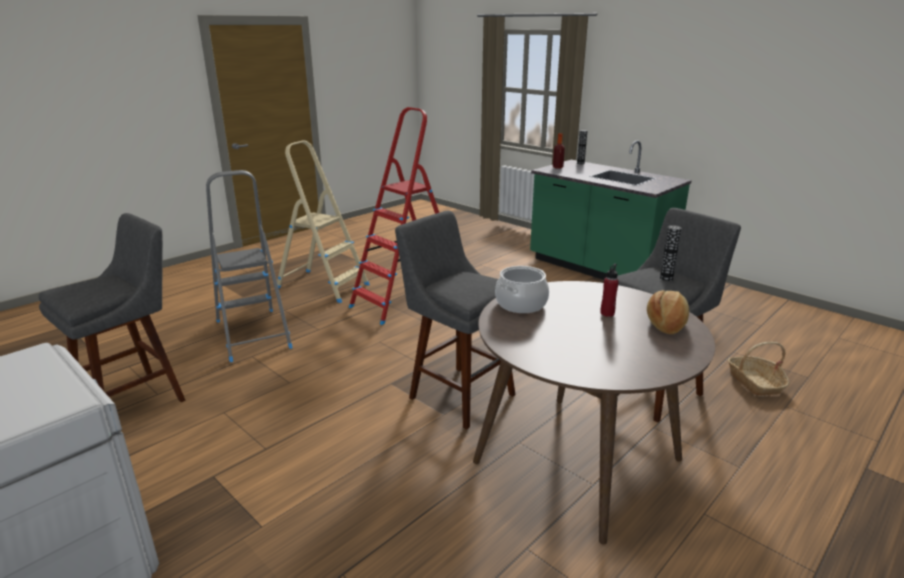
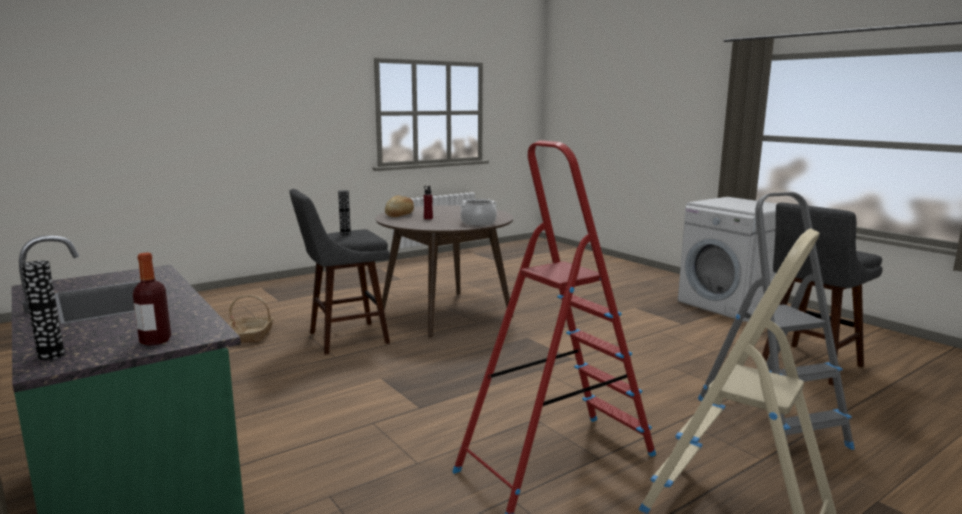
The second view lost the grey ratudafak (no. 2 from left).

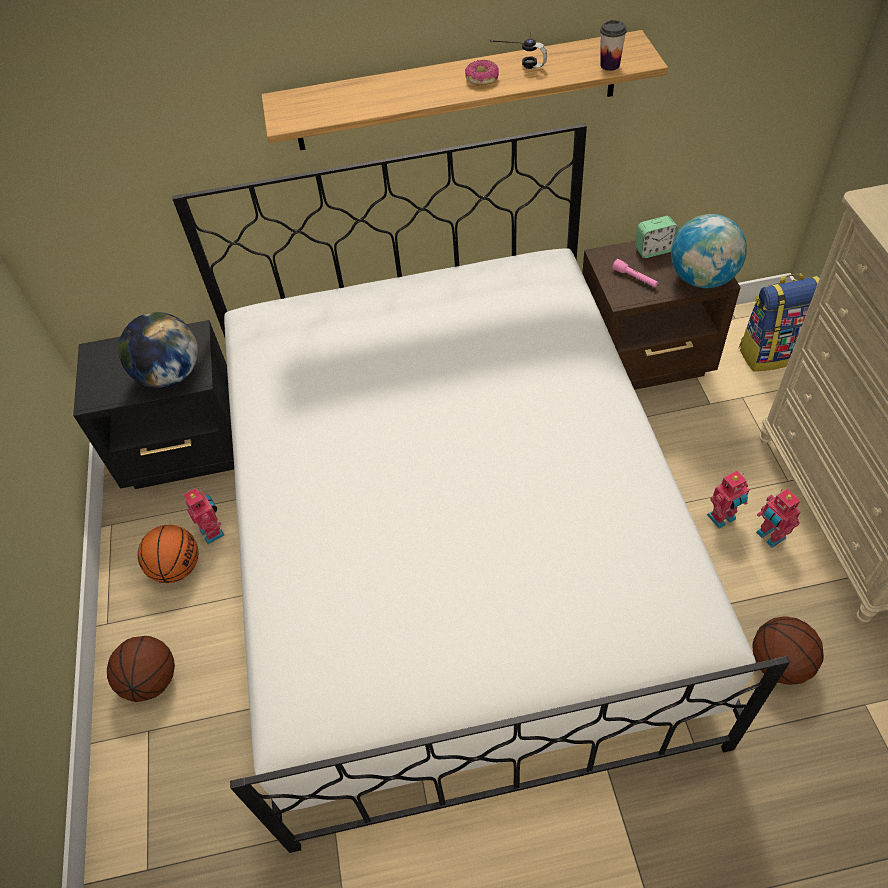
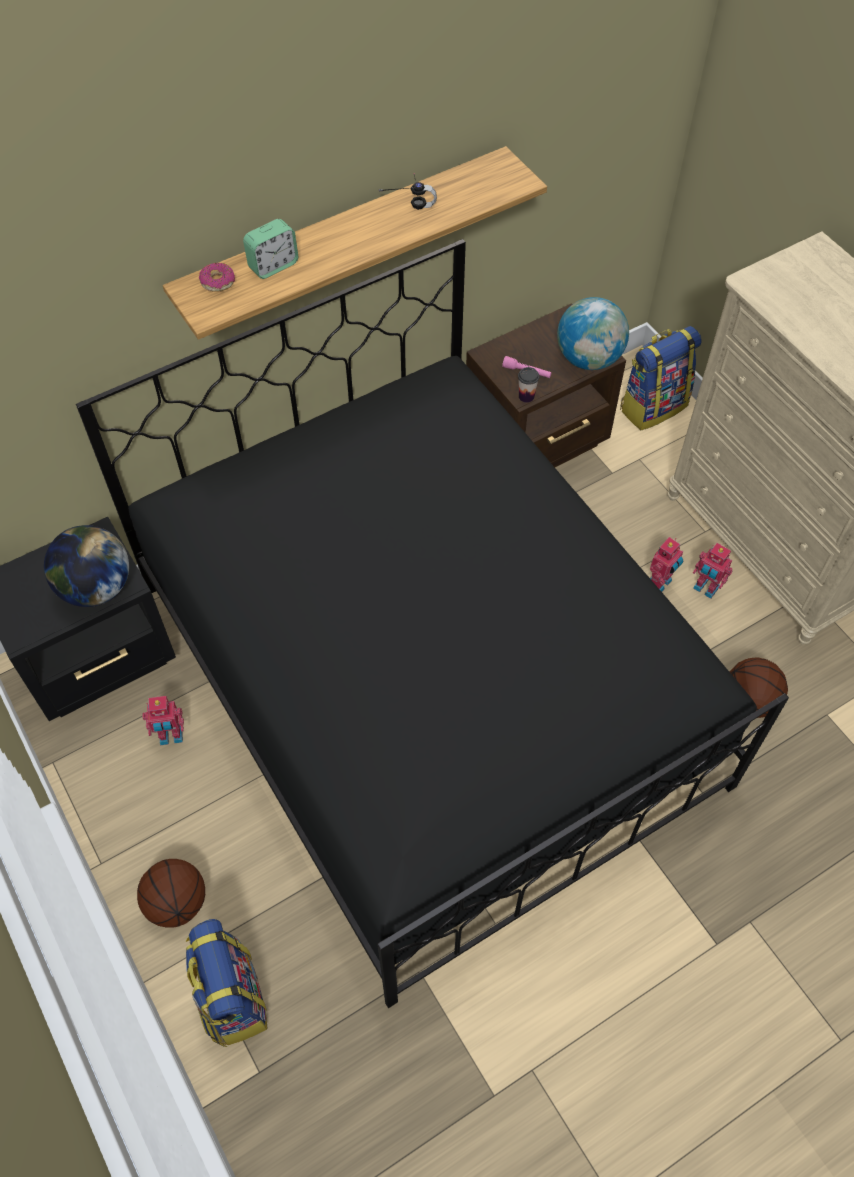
The second view lost the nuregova (no. 2 from left).
What was the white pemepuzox turned into the black pemepuzox.
The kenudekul (no. 1 from left) ended up facing another way, 135 degrees clockwise from before.
The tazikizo ended up elsewhere.
The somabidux ended up elsewhere.
The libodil ended up elsewhere.
The second view gained the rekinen (no. 1 from left).

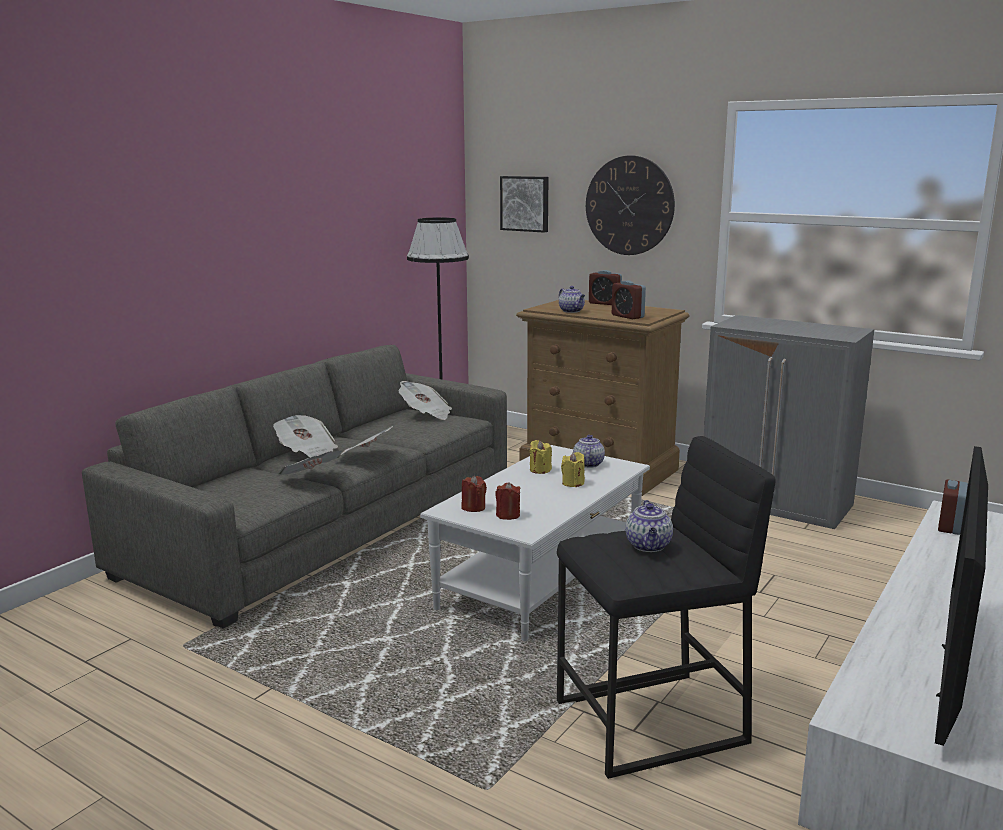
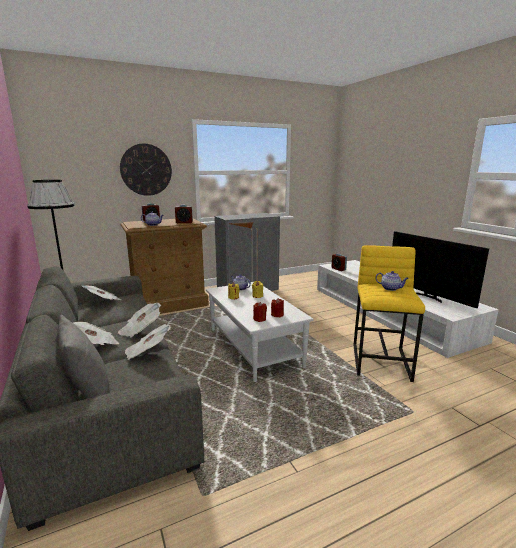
The second view lost the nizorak.
What was the black ratudafak turned into the yellow ratudafak.
The second view gained the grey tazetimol.

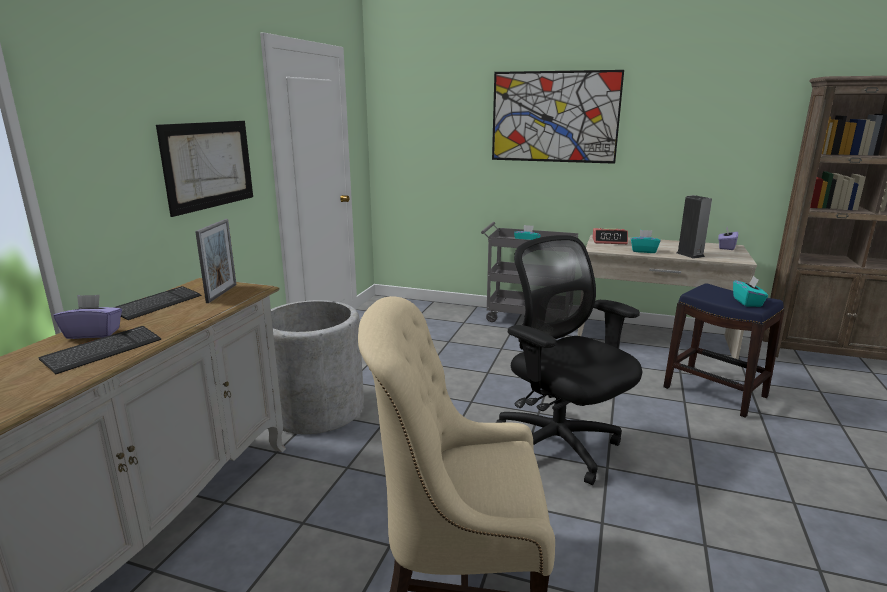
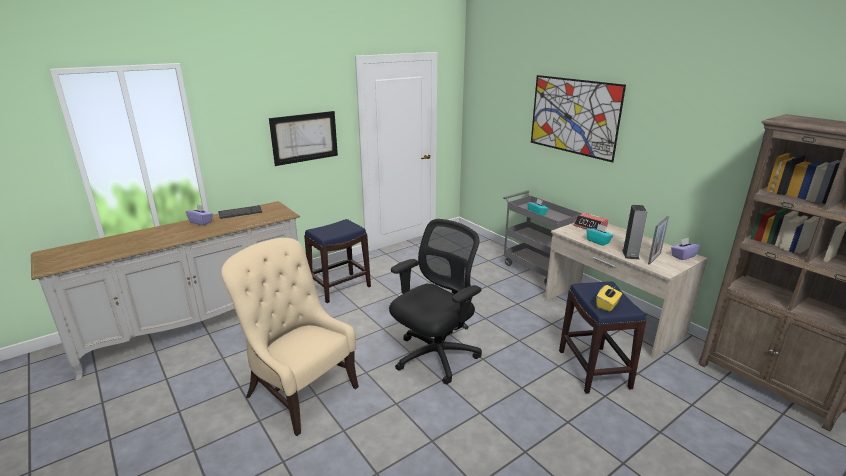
The second view lost the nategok (no. 1 from left).
The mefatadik ended up elsewhere.
Where the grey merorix stood, the ratudafak (no. 1 from left) came to stand.
The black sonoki ended up facing another way, 45 degrees clockwise from before.
What was the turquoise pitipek (no. 3 from left) turned into the yellow pitipek.

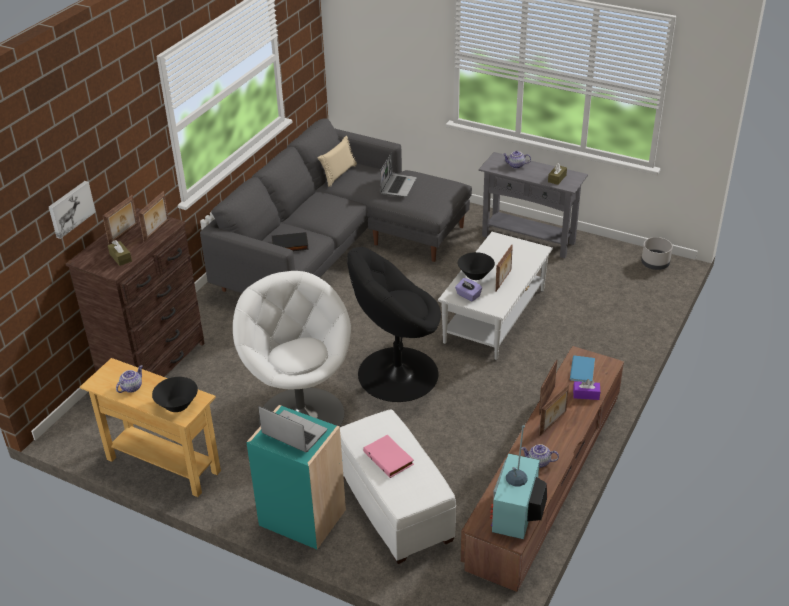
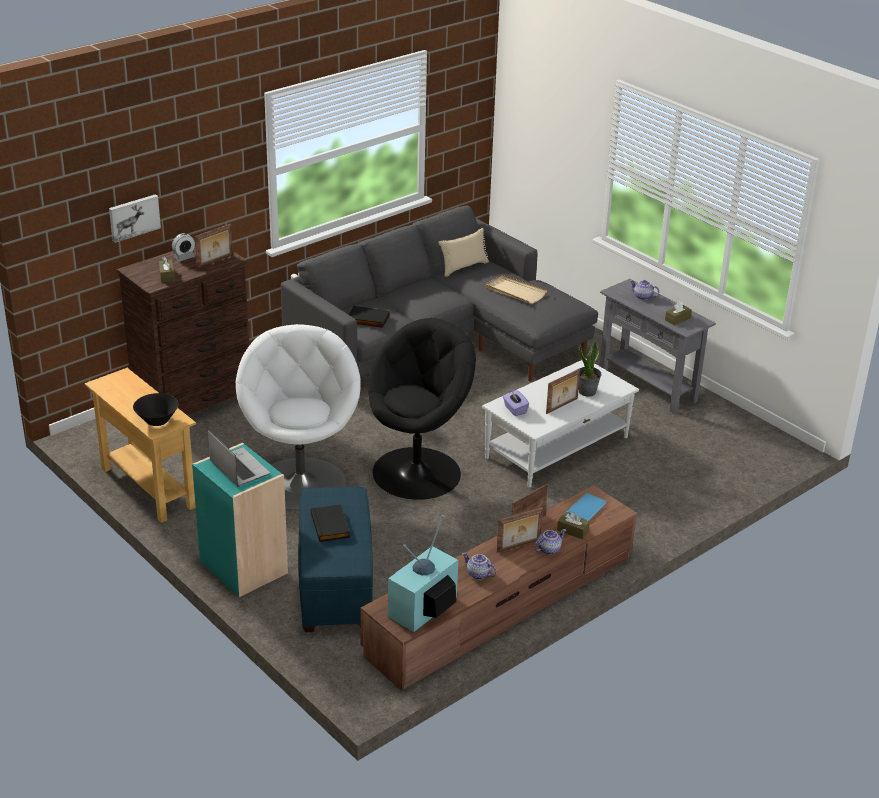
Where the mefatadik (no. 1 from left) stood, the libodil came to stand.
The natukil (no. 1 from left in the first image) ended up elsewhere.
What was the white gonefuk turned into the blue gonefuk.
The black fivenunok ended up facing another way, 135 degrees clockwise from before.
What was the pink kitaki turned into the black kitaki (no. 1 from left).
Where the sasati (no. 2 from left) stood, the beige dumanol came to stand.
The second view lost the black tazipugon (no. 2 from left).
What was the purple pitipek (no. 2 from left) turned into the brown pitipek (no. 2 from left).
The second view lost the grey merorix.
The second view gained the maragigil.

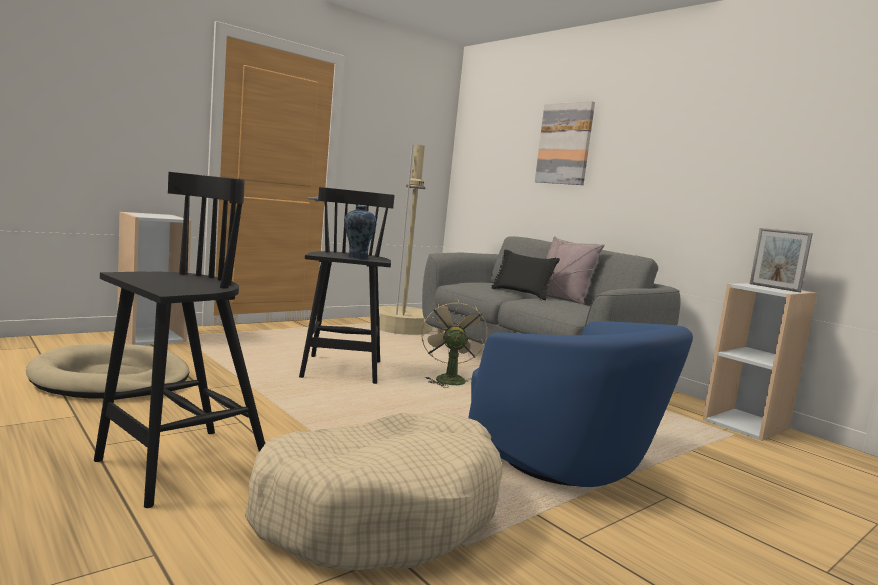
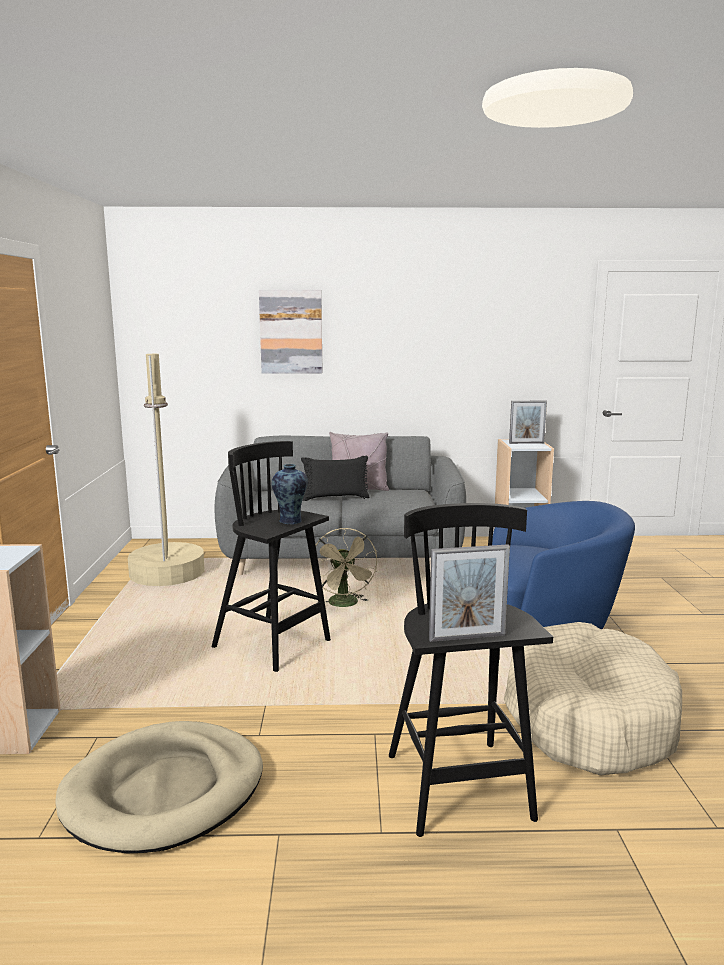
The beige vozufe ended up facing another way, 135 degrees counterclockwise from before.
The second view gained the mefatadik (no. 1 from left).

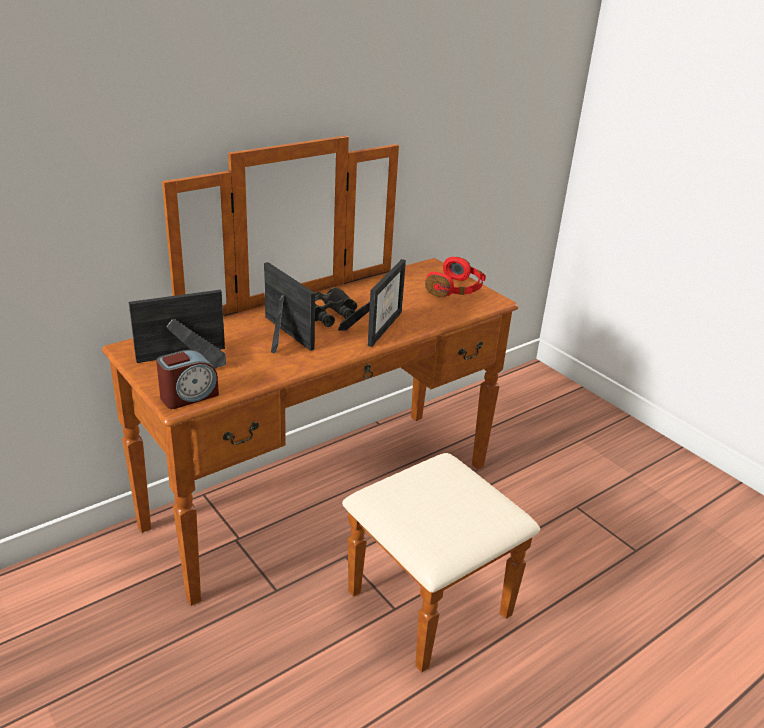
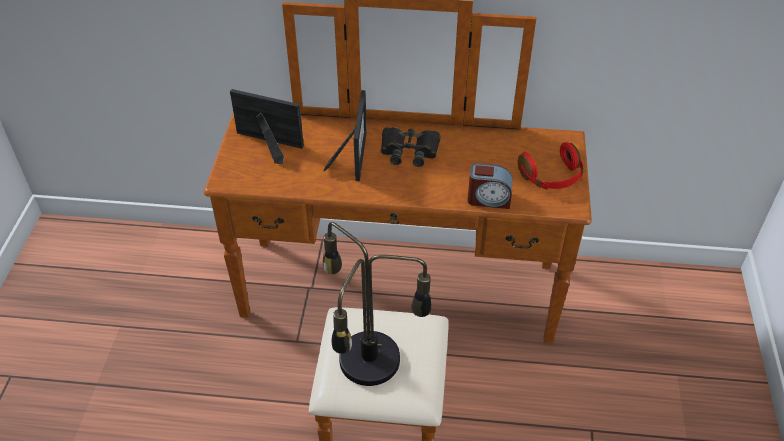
The libodil ended up elsewhere.
The second view lost the mefatadik (no. 3 from left).
The second view gained the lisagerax.

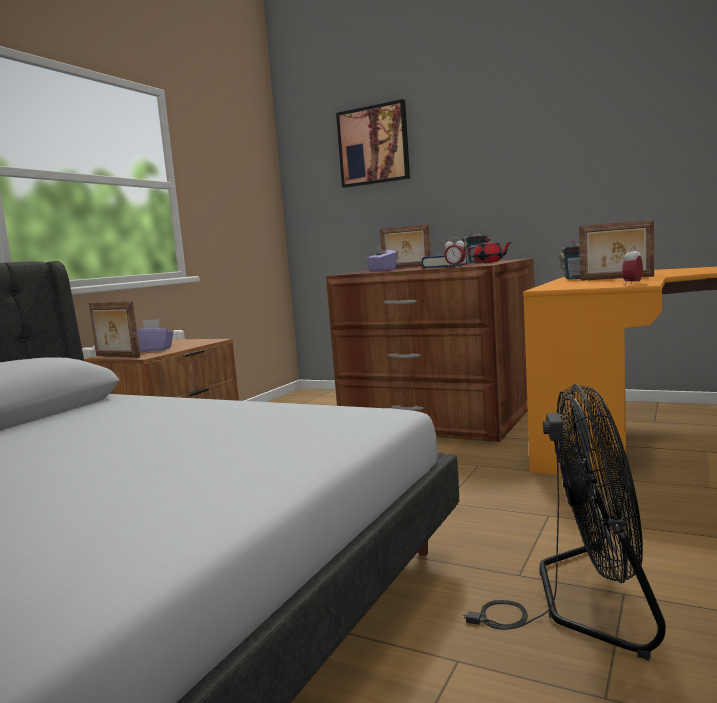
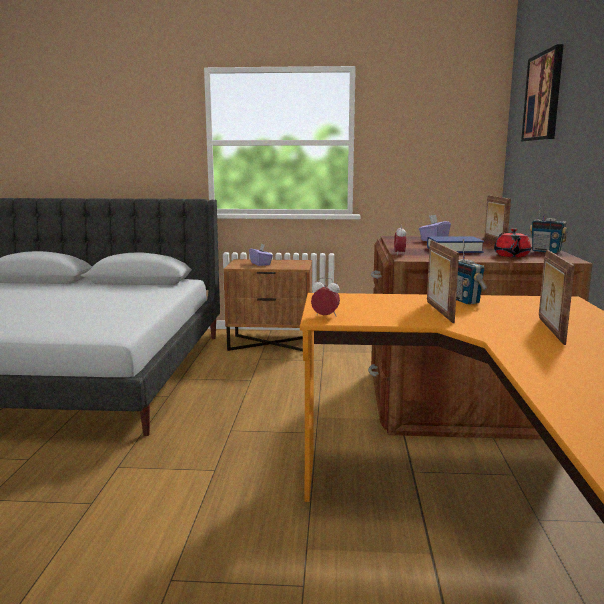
The mefatadik (no. 1 from left in the first image) ended up elsewhere.
The second view lost the black vozufe.

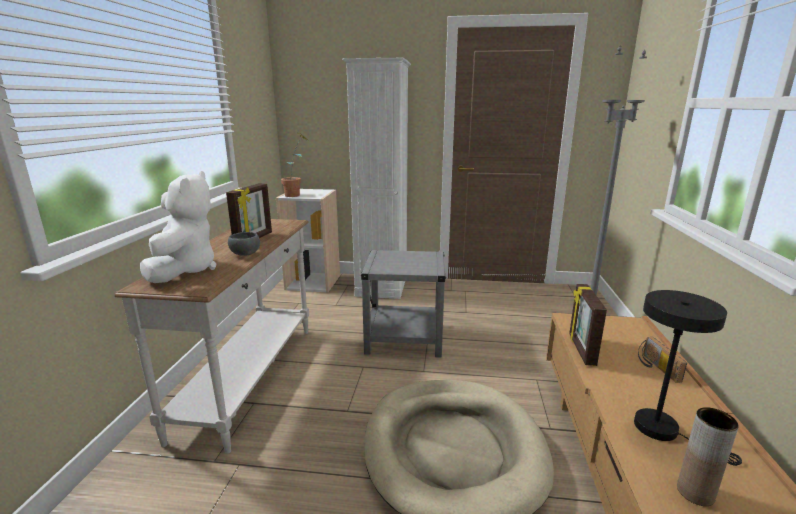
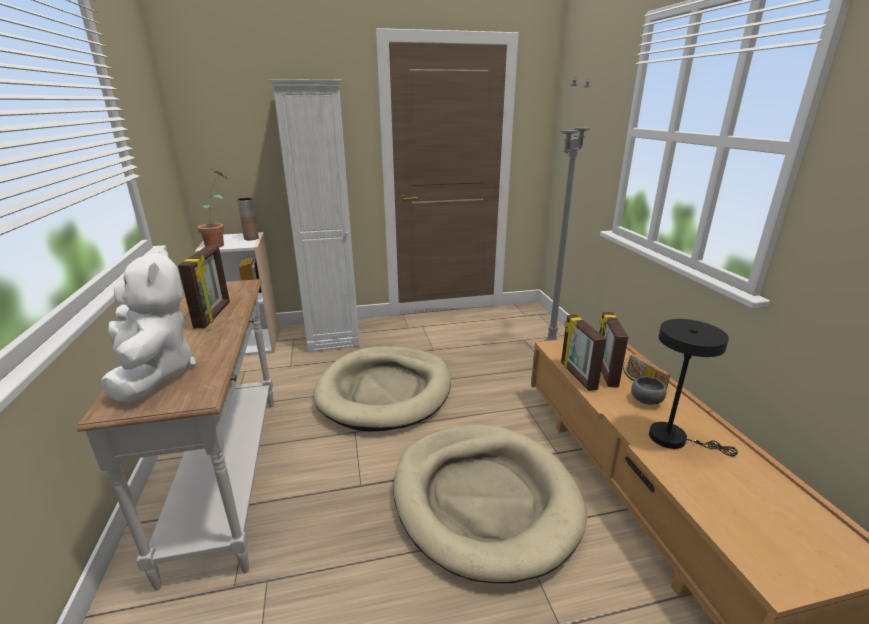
The grey tazipugon ended up elsewhere.
Where the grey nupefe stood, the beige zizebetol (no. 1 from left) came to stand.
The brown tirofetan ended up elsewhere.
The second view gained the mefatadik (no. 3 from left).

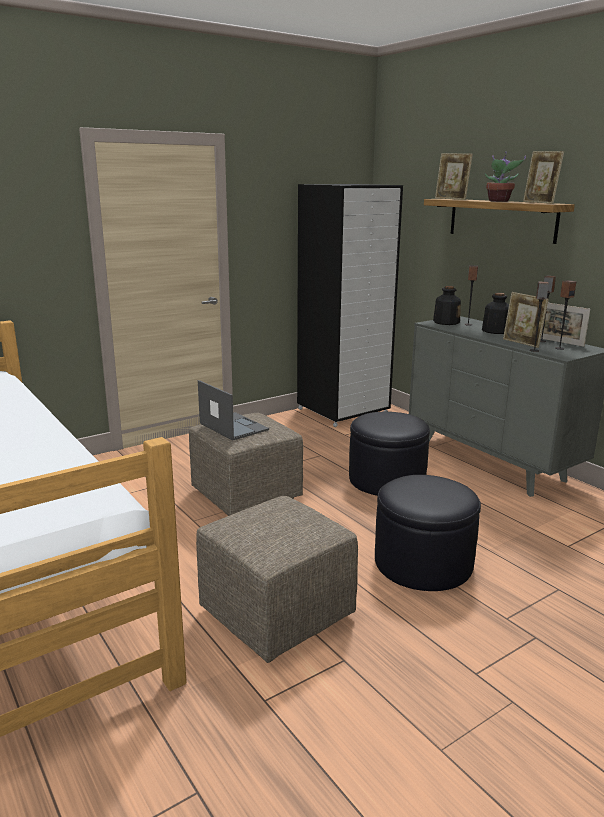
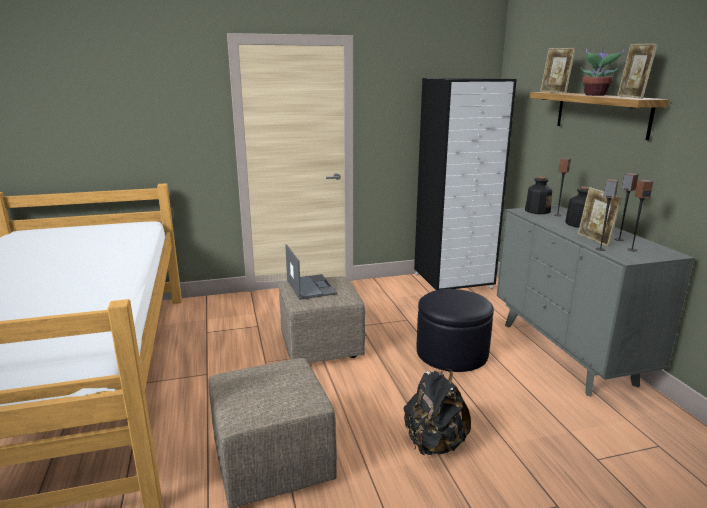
Where the black gonefuk (no. 2 from left) stood, the black rekinen came to stand.
The second view lost the mefatadik (no. 4 from left).

